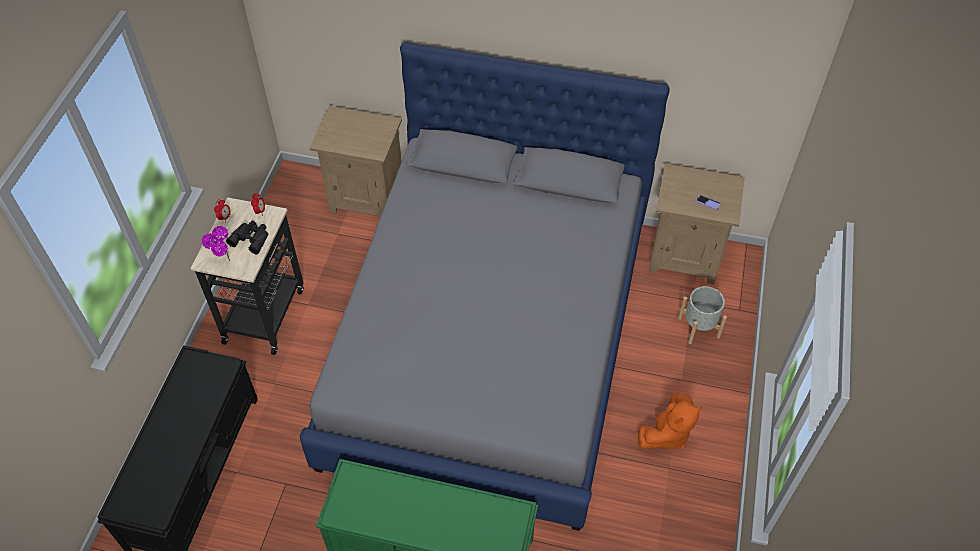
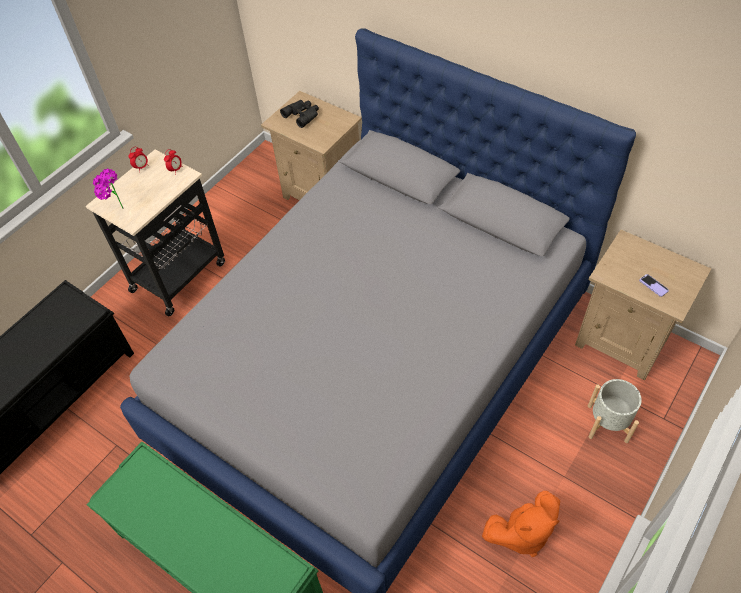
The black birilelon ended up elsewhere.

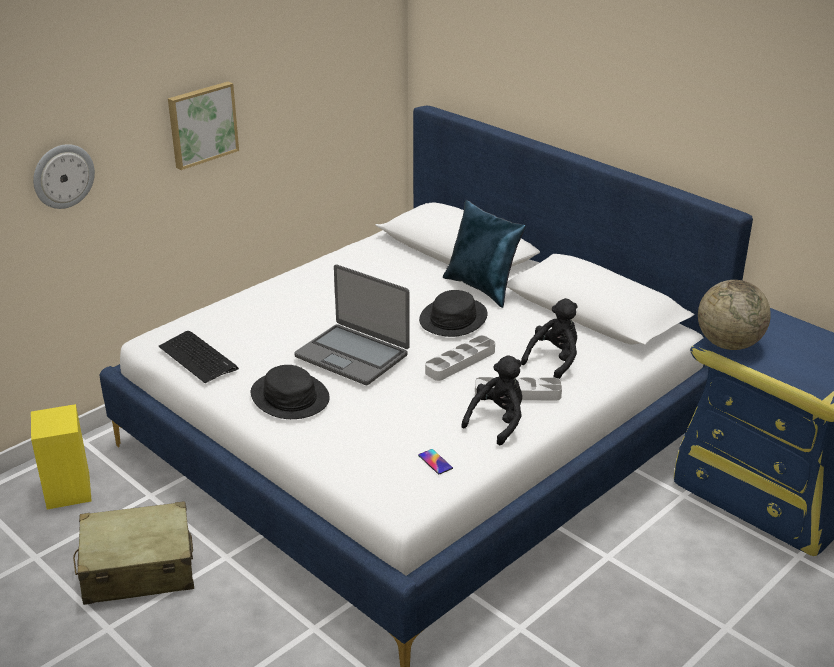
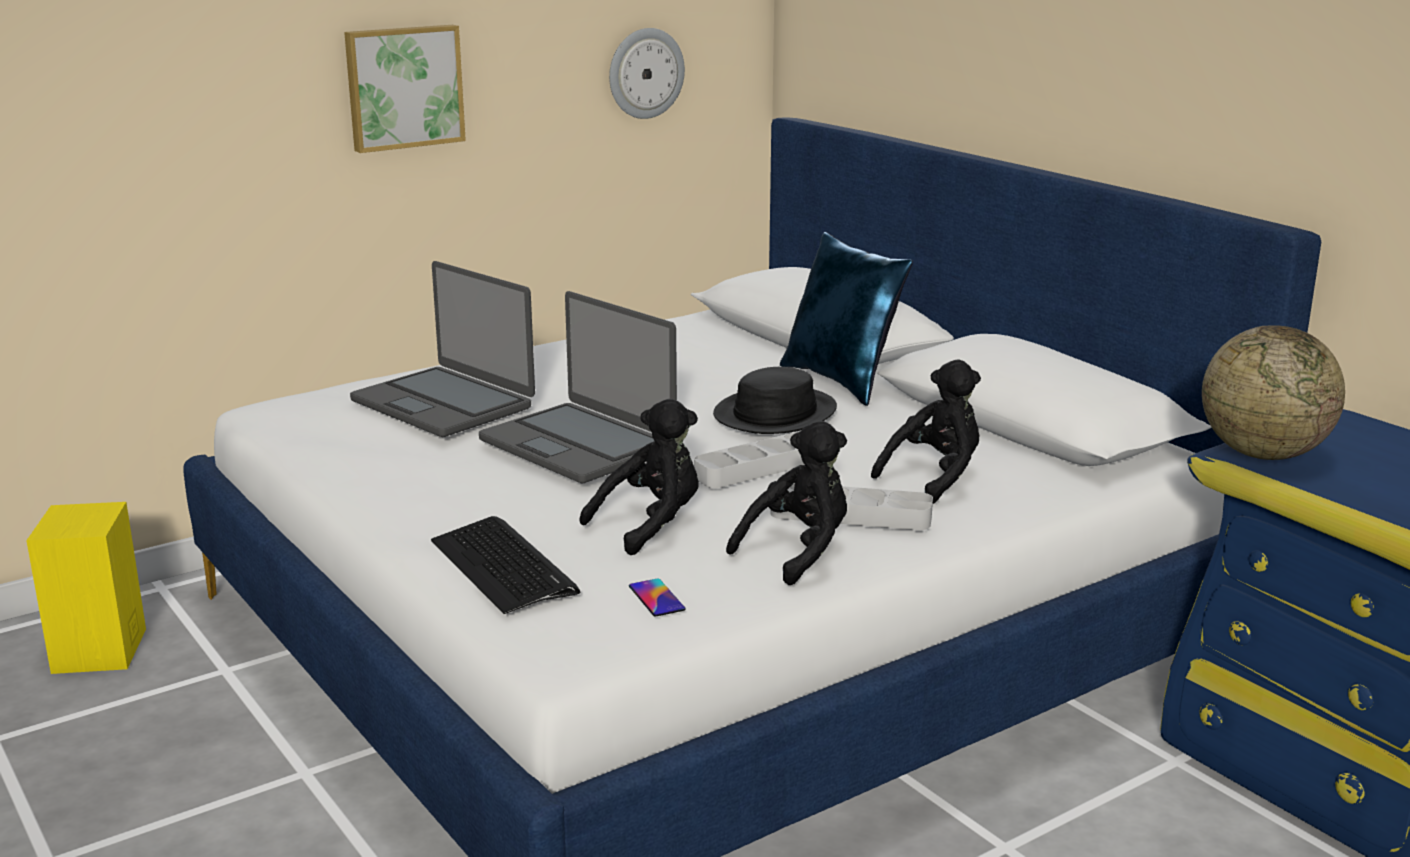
The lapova ended up elsewhere.
The second view lost the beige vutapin.
The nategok ended up elsewhere.
The second view lost the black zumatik (no. 1 from left).
The second view gained the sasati (no. 1 from left).
The second view gained the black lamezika (no. 1 from left).

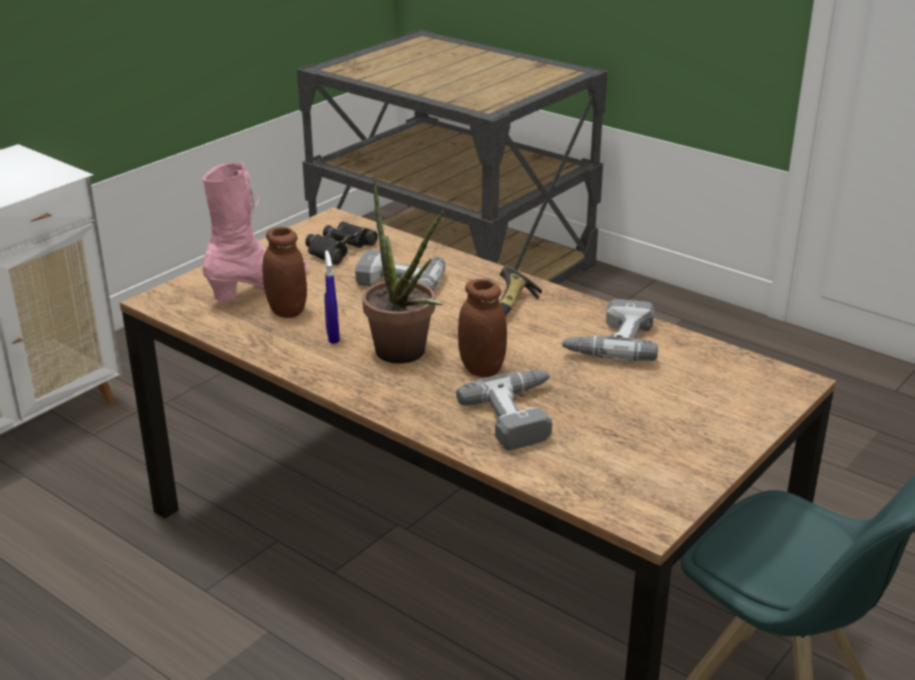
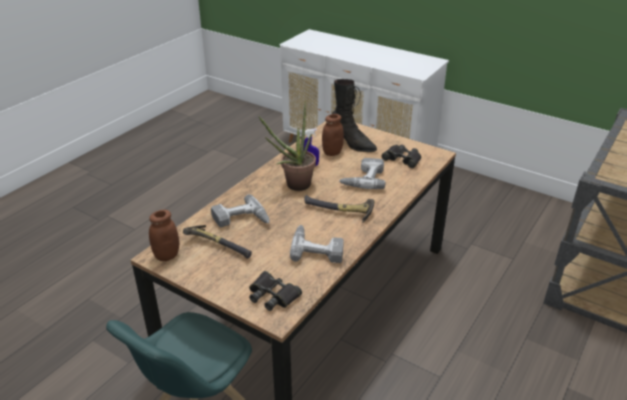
What was the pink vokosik turned into the black vokosik.
The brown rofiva (no. 2 from left in the first image) ended up elsewhere.
The second view gained the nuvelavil (no. 1 from left).
The second view gained the black birilelon (no. 1 from left).

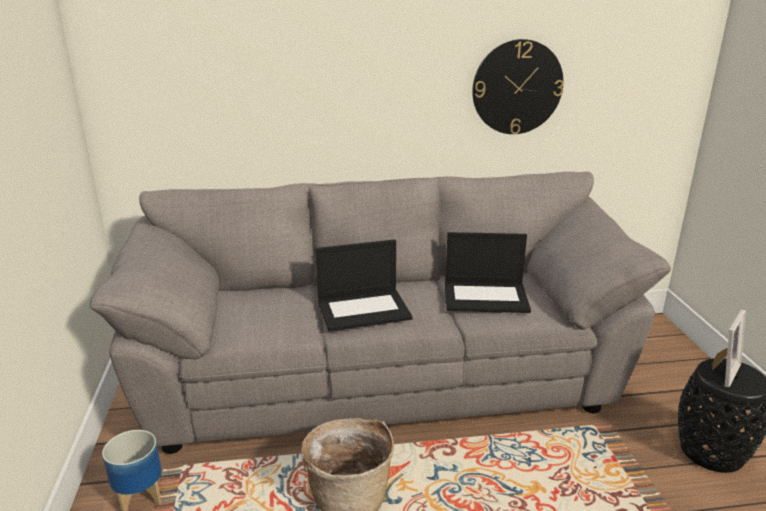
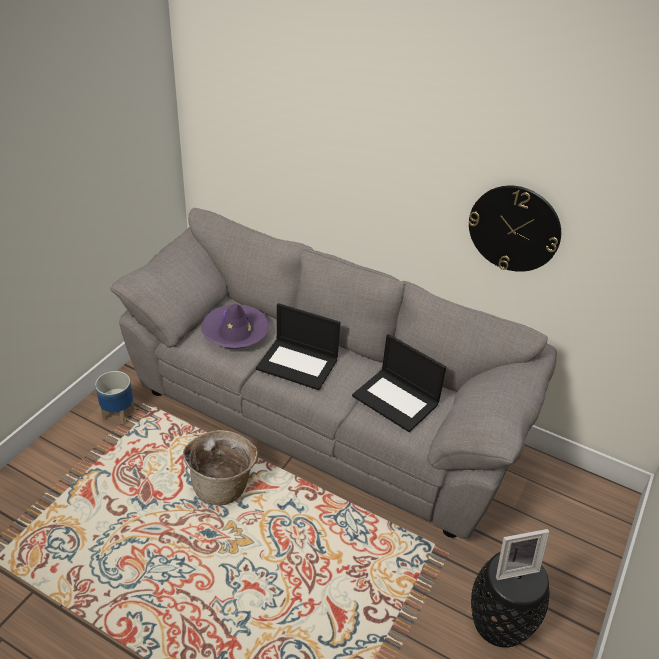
The second view gained the purple zumatik.

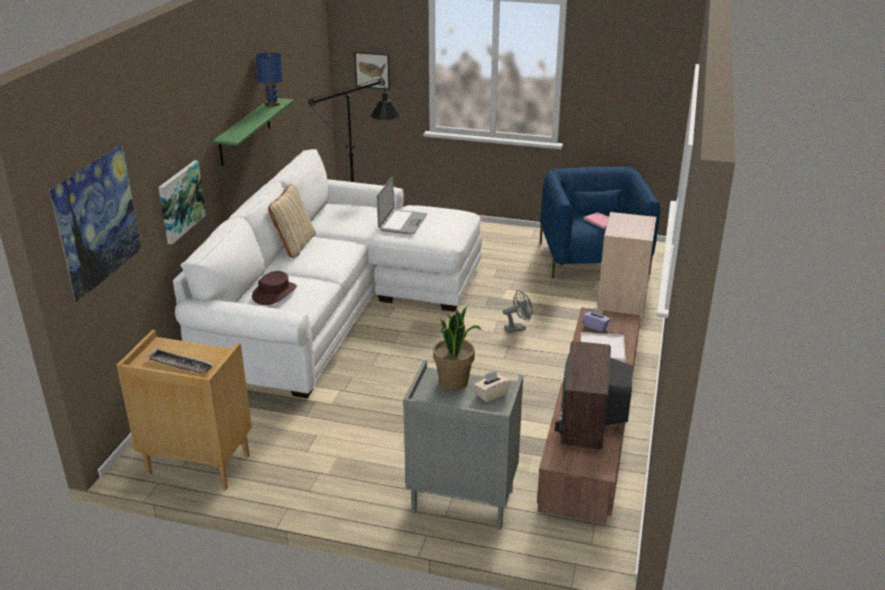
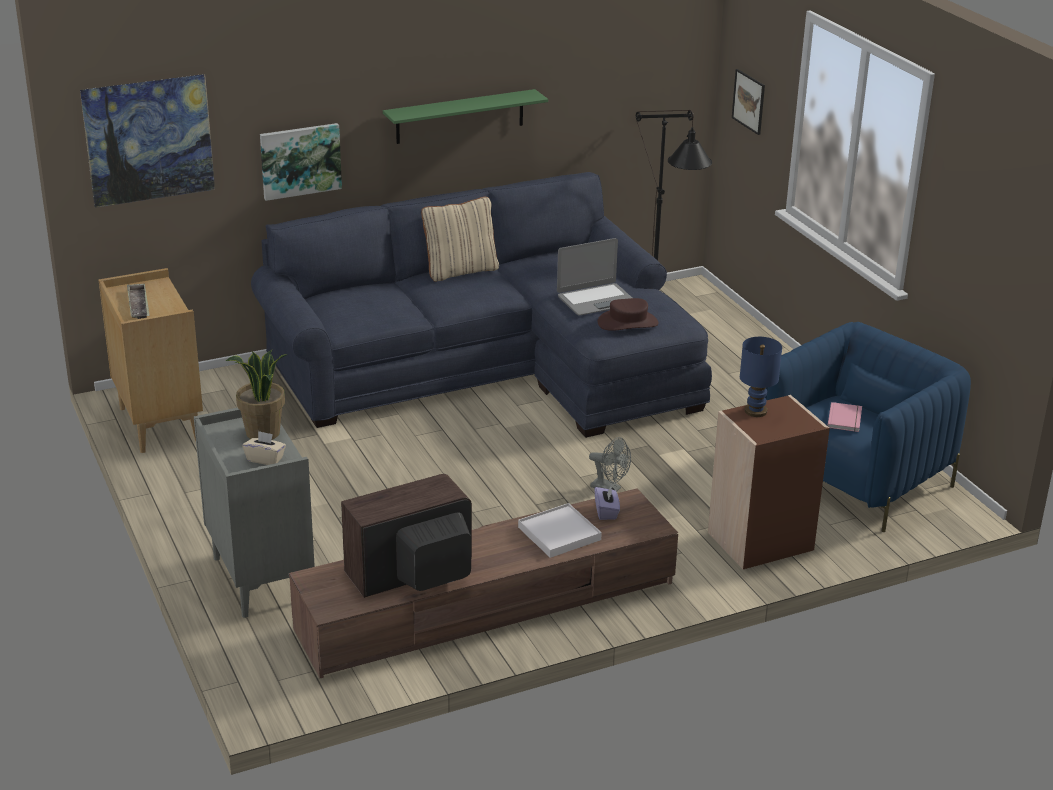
What was the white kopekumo turned into the blue kopekumo.
The brown zumatik ended up elsewhere.
The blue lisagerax ended up elsewhere.

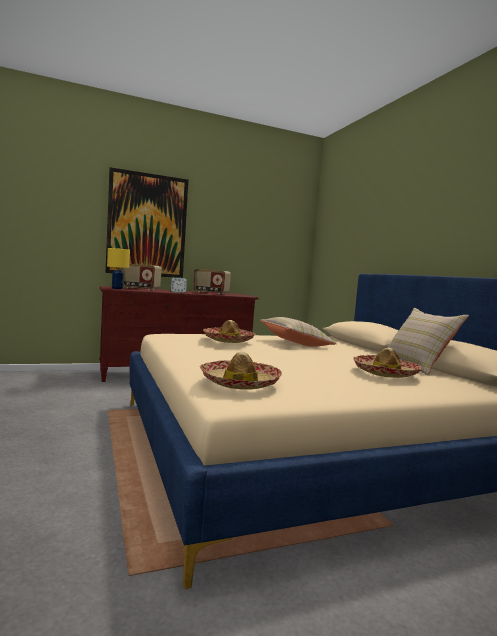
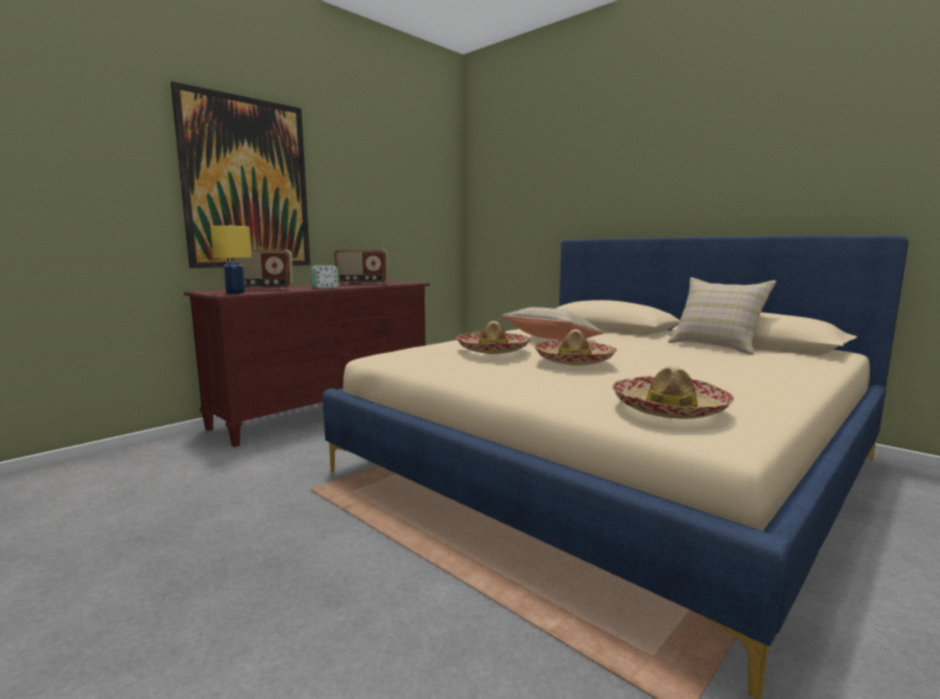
The zumatik (no. 3 from left in the first image) ended up elsewhere.

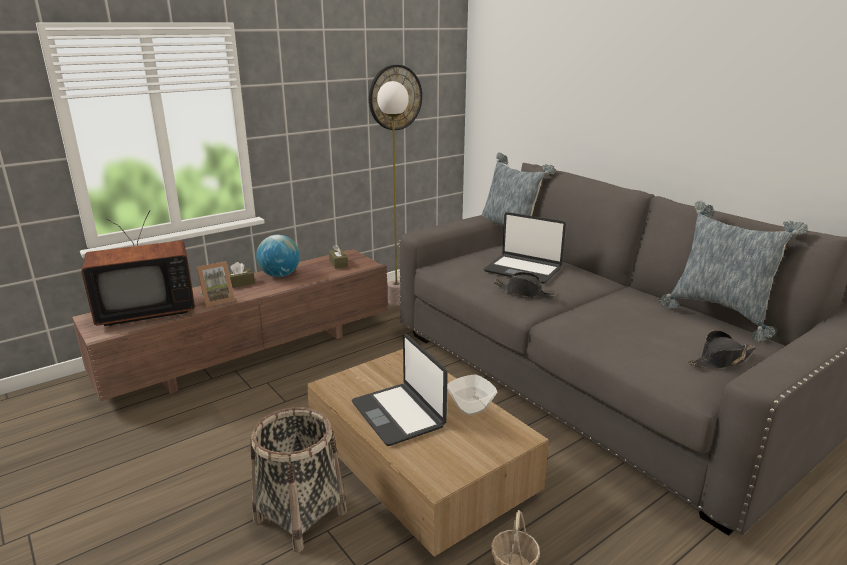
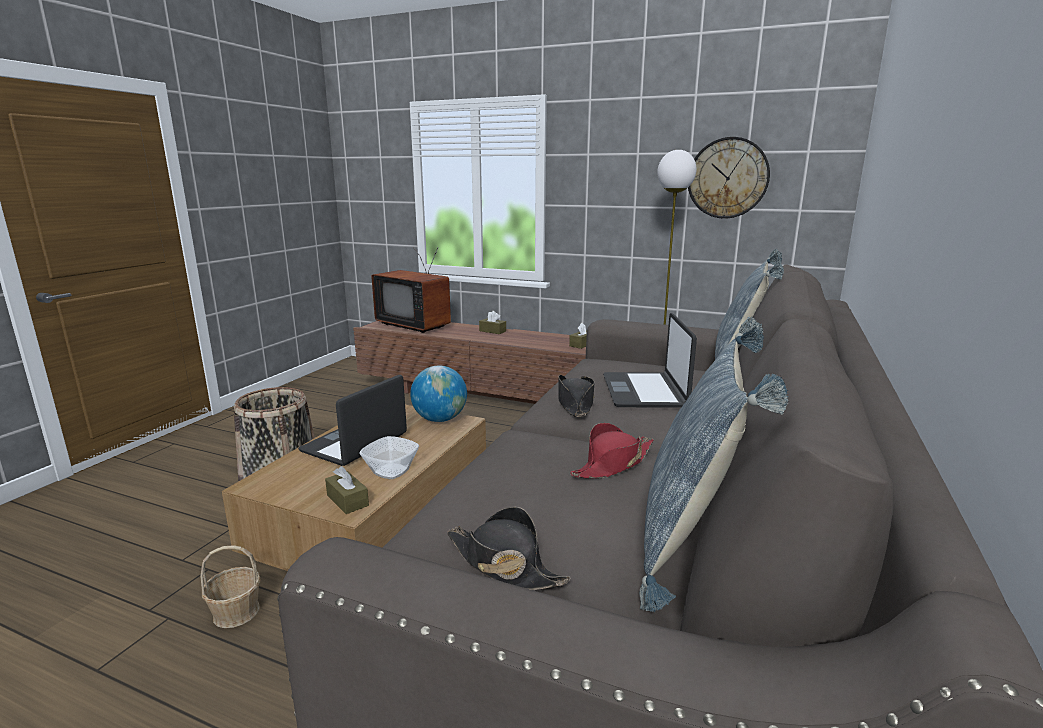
The second view lost the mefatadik.
The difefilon ended up elsewhere.
The second view gained the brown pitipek (no. 1 from left).
The second view gained the red zumatik.

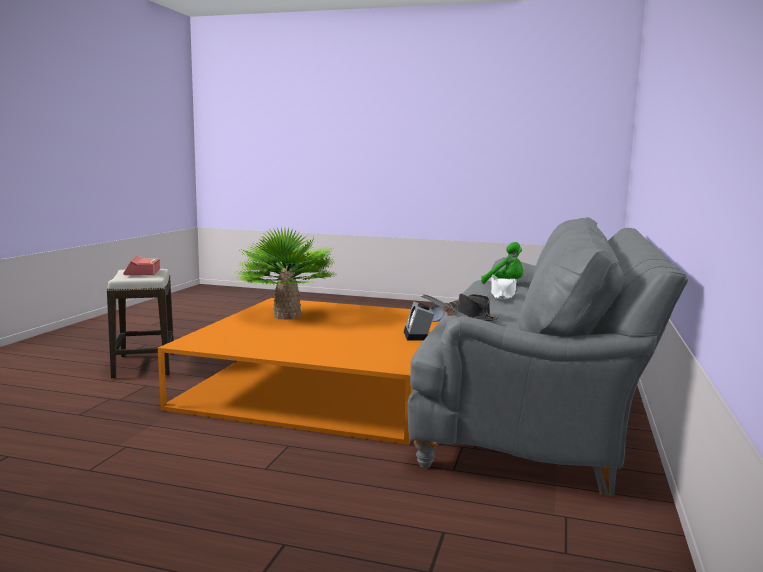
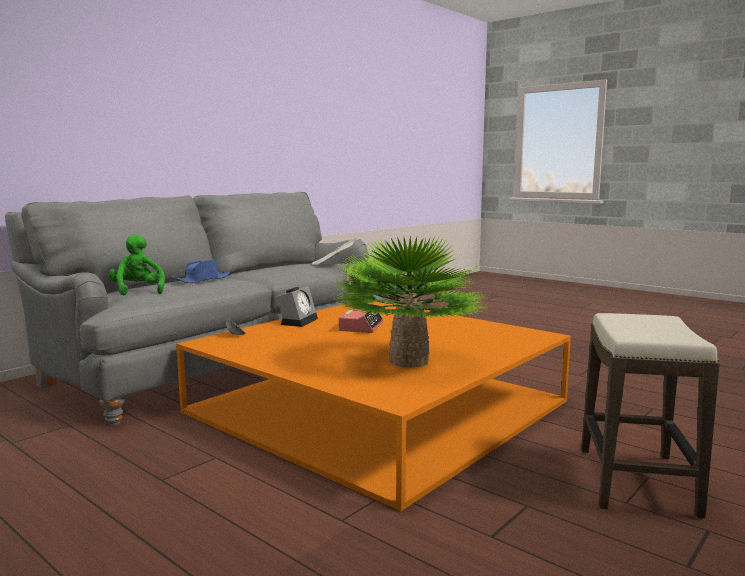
The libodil (no. 1 from left in the first image) ended up elsewhere.
The second view lost the black zumatik.
What was the white zumatik turned into the blue zumatik.

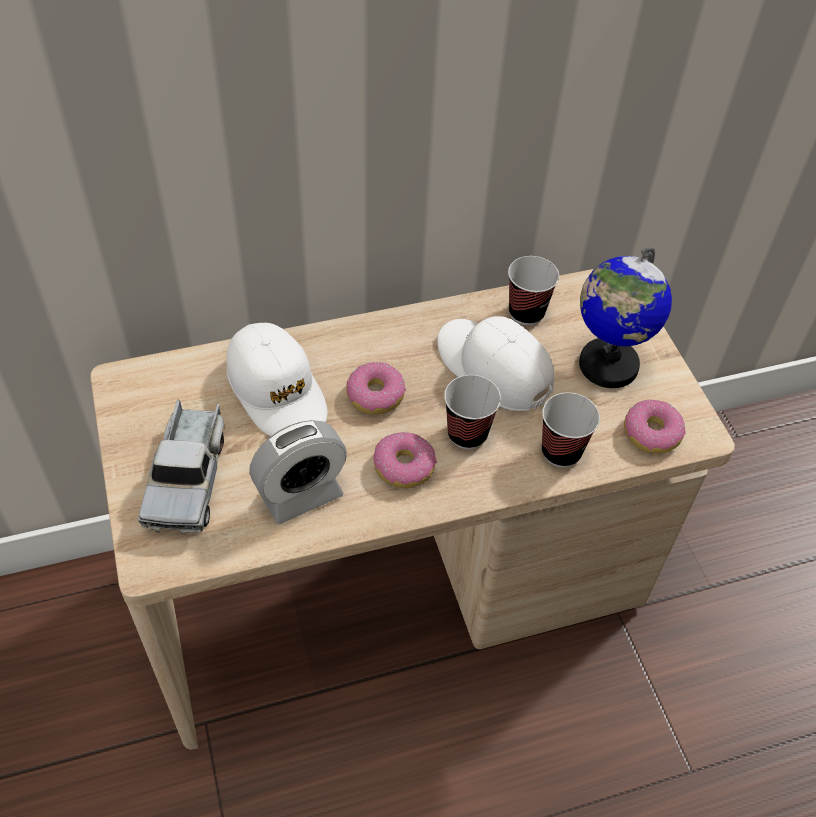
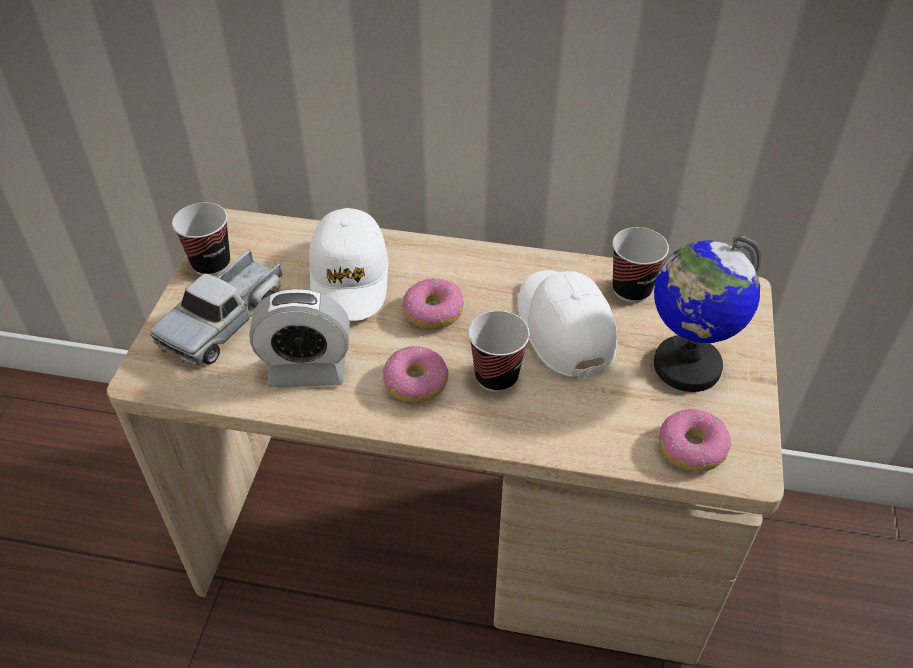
The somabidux (no. 3 from left in the first image) ended up elsewhere.

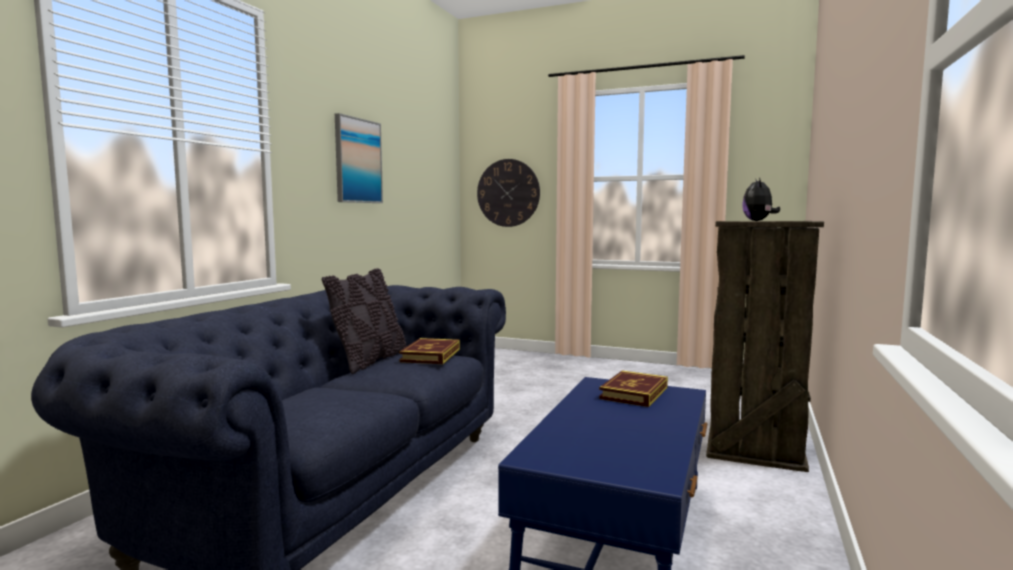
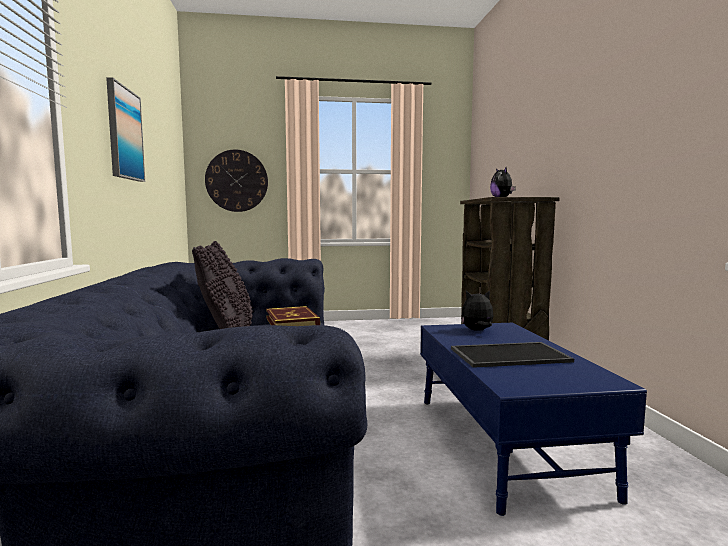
Where the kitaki (no. 2 from left) stood, the lamezika (no. 1 from left) came to stand.
The second view gained the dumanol.

